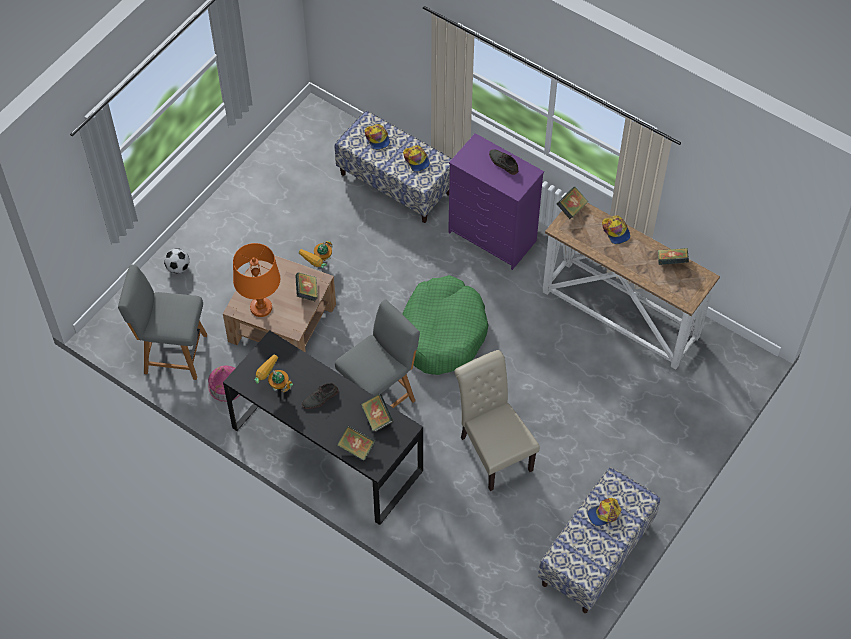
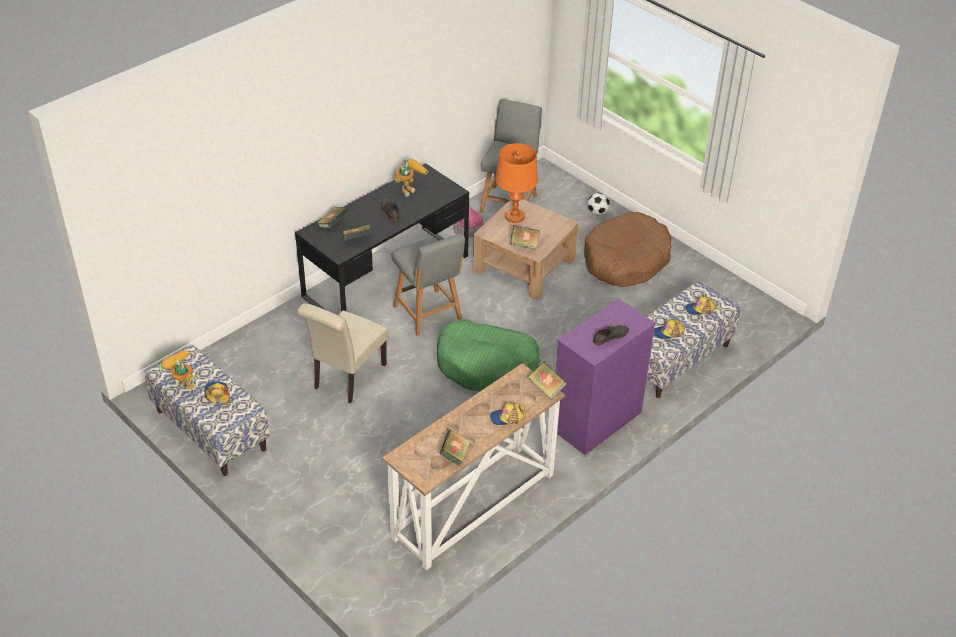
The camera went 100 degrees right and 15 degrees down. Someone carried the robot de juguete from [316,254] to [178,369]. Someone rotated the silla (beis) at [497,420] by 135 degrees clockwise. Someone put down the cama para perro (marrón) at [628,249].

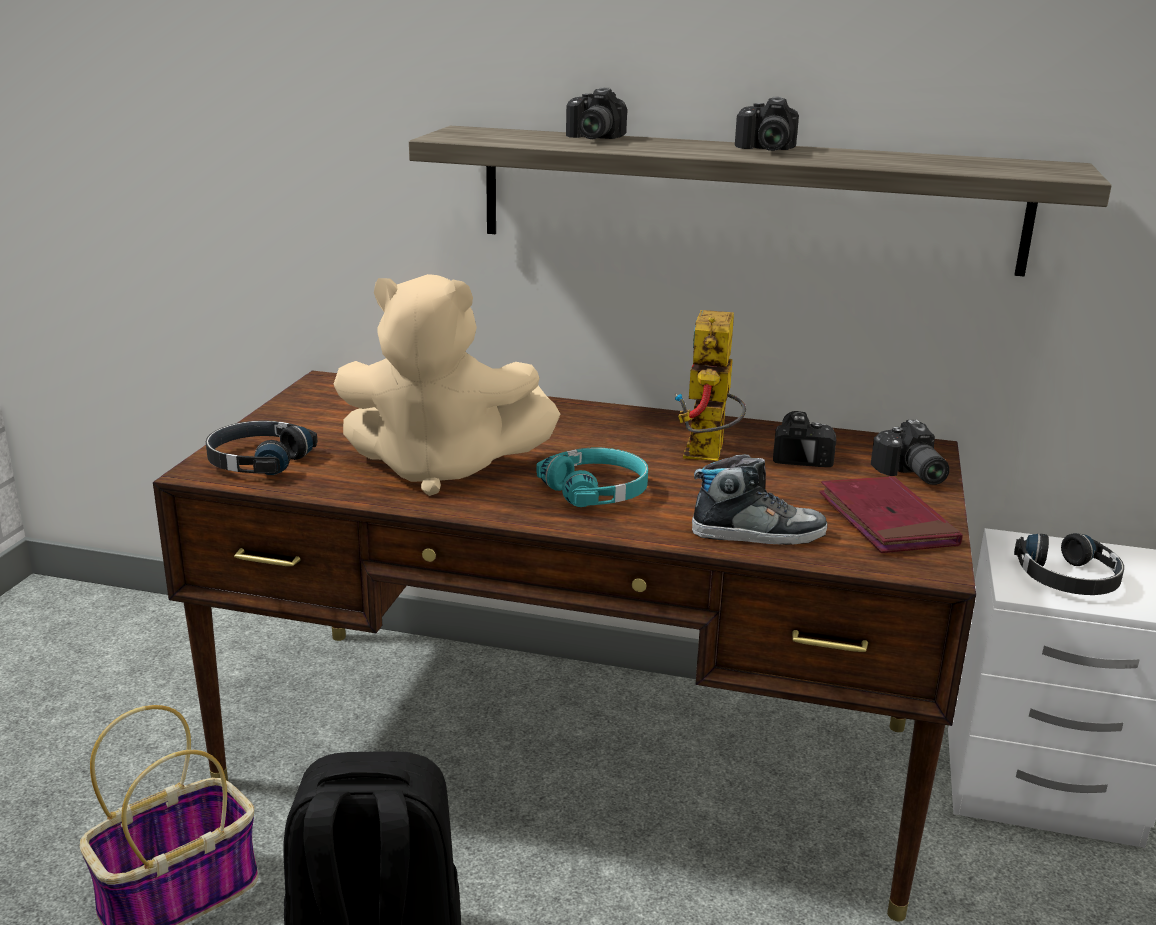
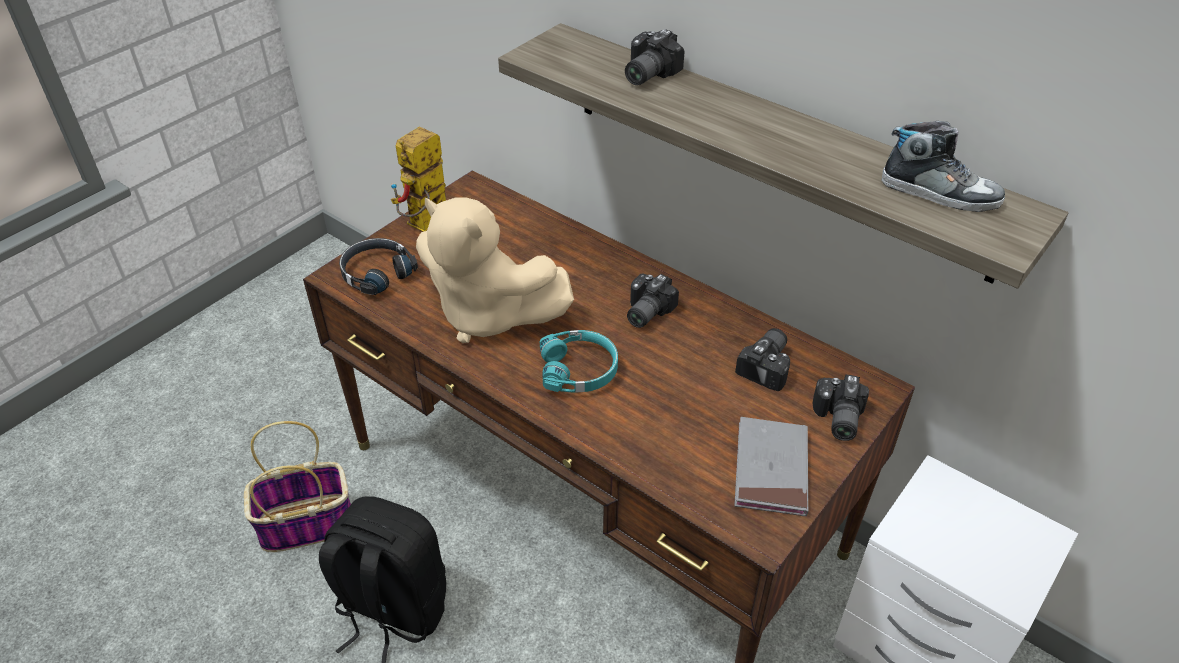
The camera went 25 degrees right and 20 degrees up. Someone carried the robot de juguete from [710,385] to [418,179]. Someone carried the cámara from [767,124] to [653,300]. Someone repainted the libro (rojo) at [891,514], which became the libro (gris) at [771,466]. Someone carried the zapato from [759,499] to [943,166]. Someone took away the auriculares (negro) at [1069,564].

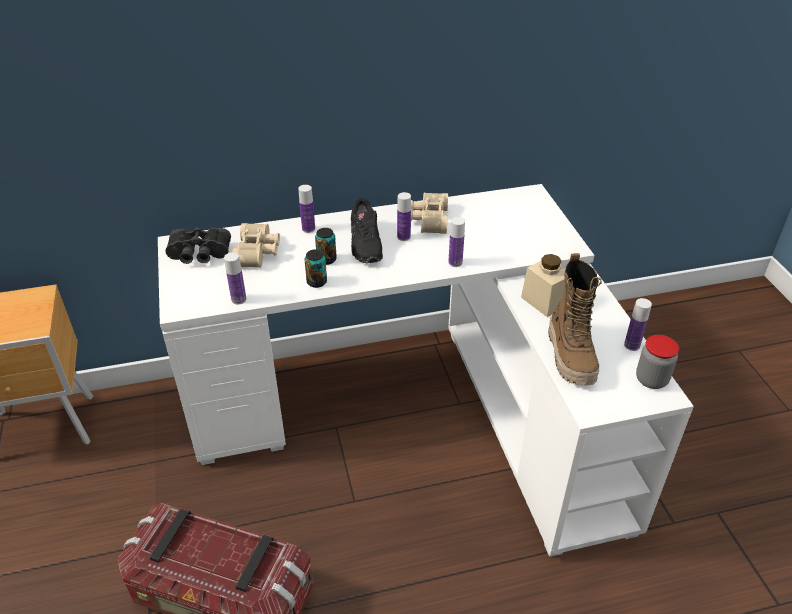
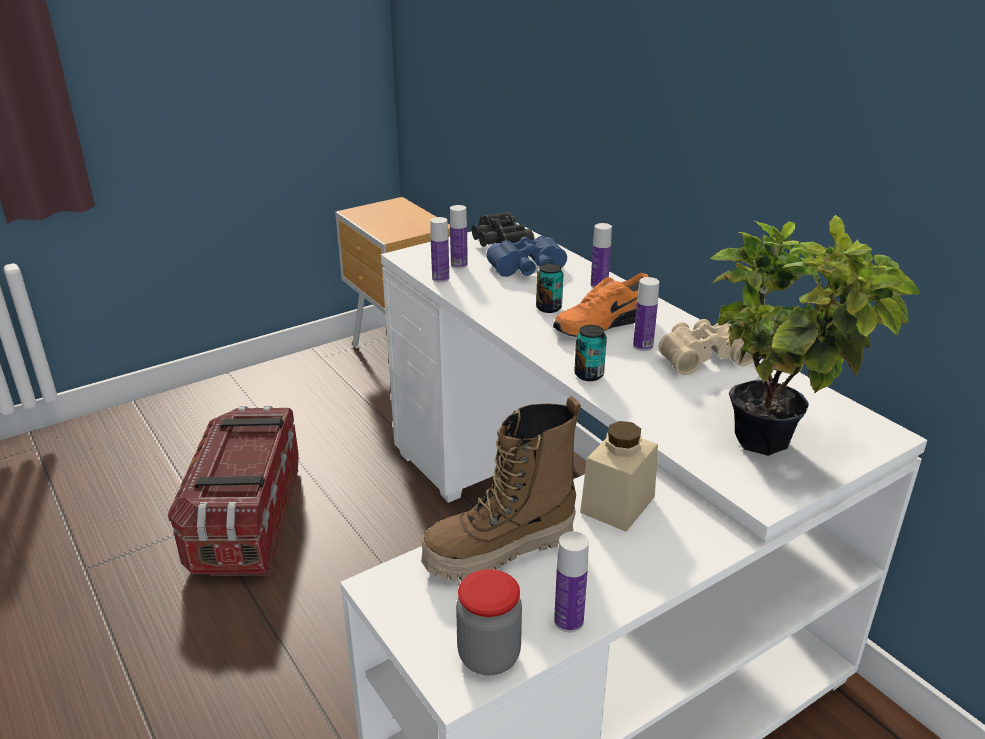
The camera went 70 degrees right and 10 degrees down. Someone carried the botella from [456,242] to [459,237]. Someone repainted the prismáticos (beis) at [256,245], which became the prismáticos (azul) at [526,256]. Someone repainted the zapato (negro) at [367,230], which became the zapato (naranja) at [600,305]. Someone carried the lata from [315,268] to [590,353]. Someone put down the planta en maceta at [814,335].

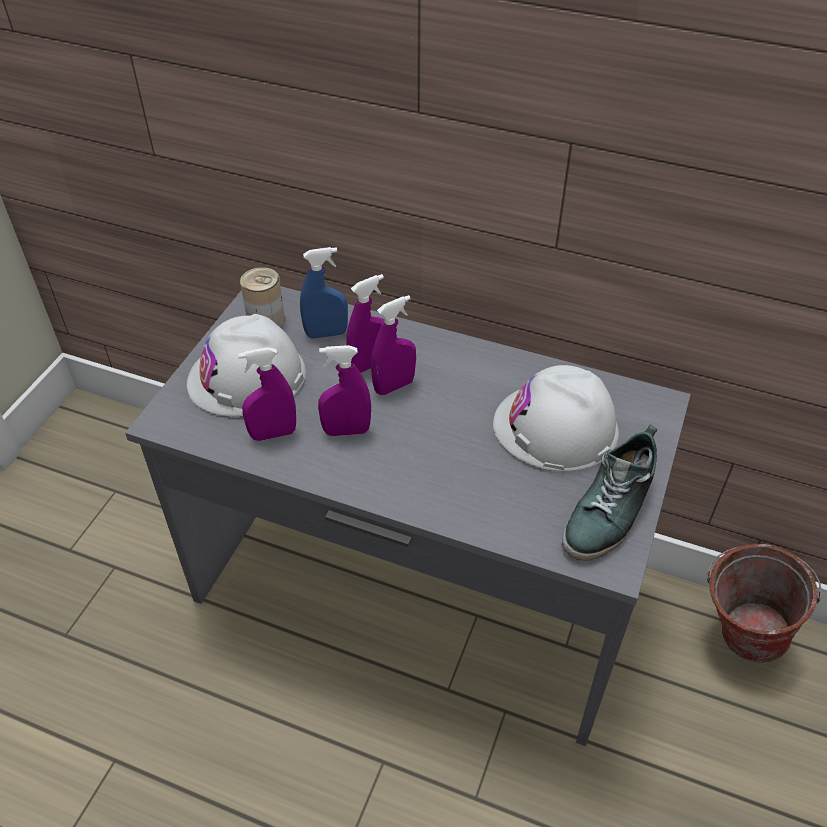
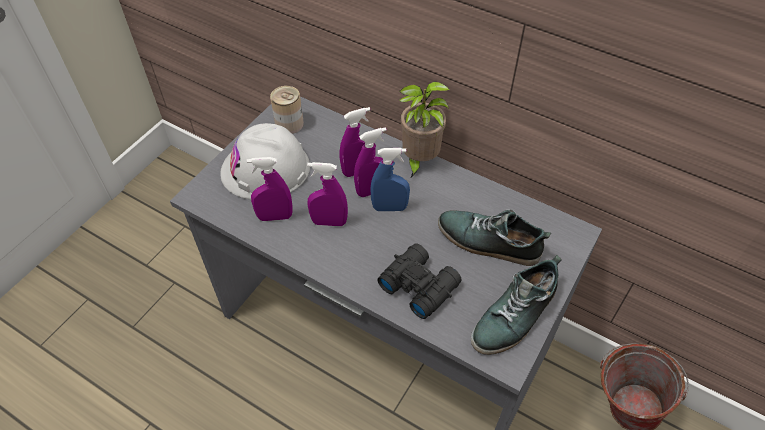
The camera went 10 degrees right and 5 degrees up. Someone carried the pulverizador (azul) from [324,292] to [390,179]. Someone put down the prismáticos (negro) at [419,281]. Someone put down the planta en maceta at [424,129]. Someone swapped the casco (blanco) at [556,418] for the zapato at [494,237].

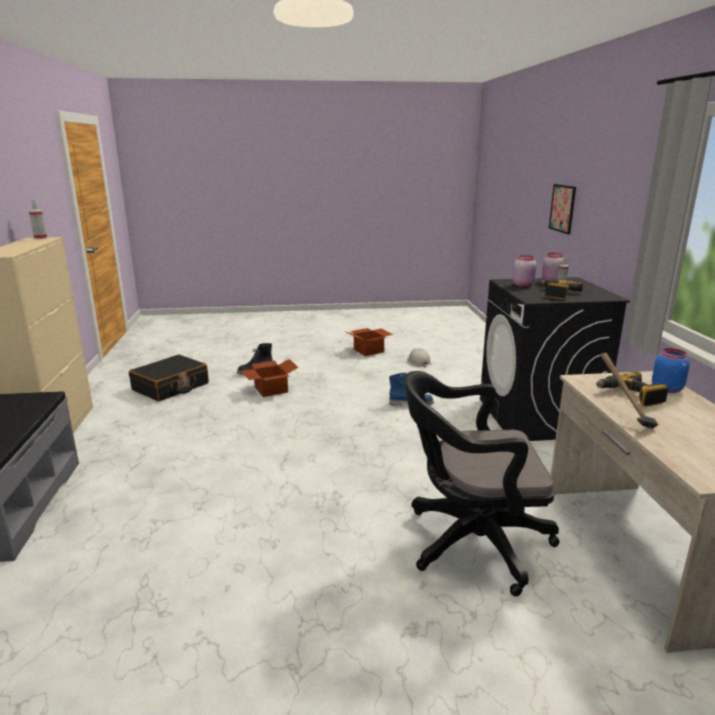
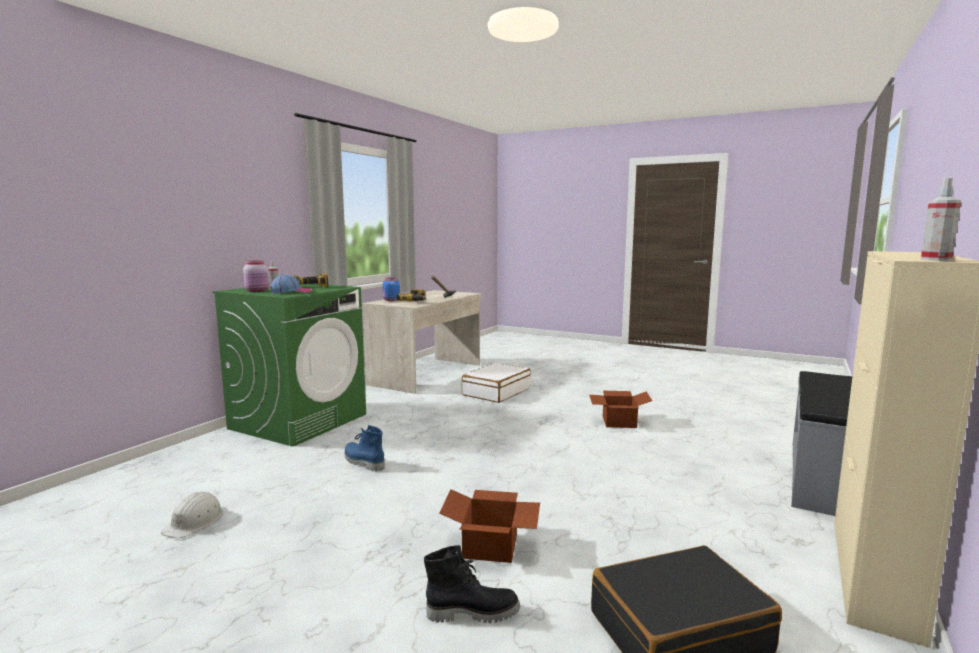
The camera went 145 degrees left and 10 degrees down. Someone repainted the lavadora (negro) at [555,359], which became the lavadora (verde) at [289,365]. Someone swapped the tarro (rosa) at [525,271] for the gorra at [291,284]. Someone swapped the silla de oficina (negro) at [481,483] for the maleta (blanco) at [496,383]. Someone carried the caja de cartón from [370,342] to [620,409]. Someone took away the cuadro at [562,209].

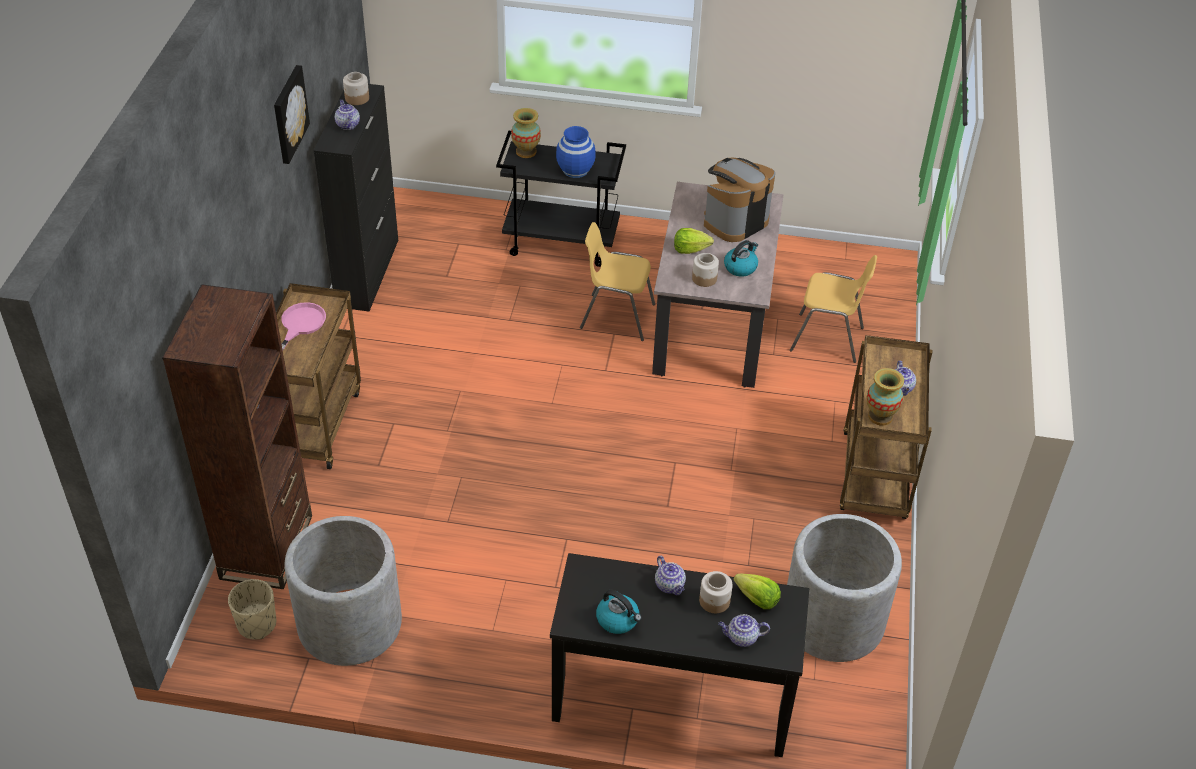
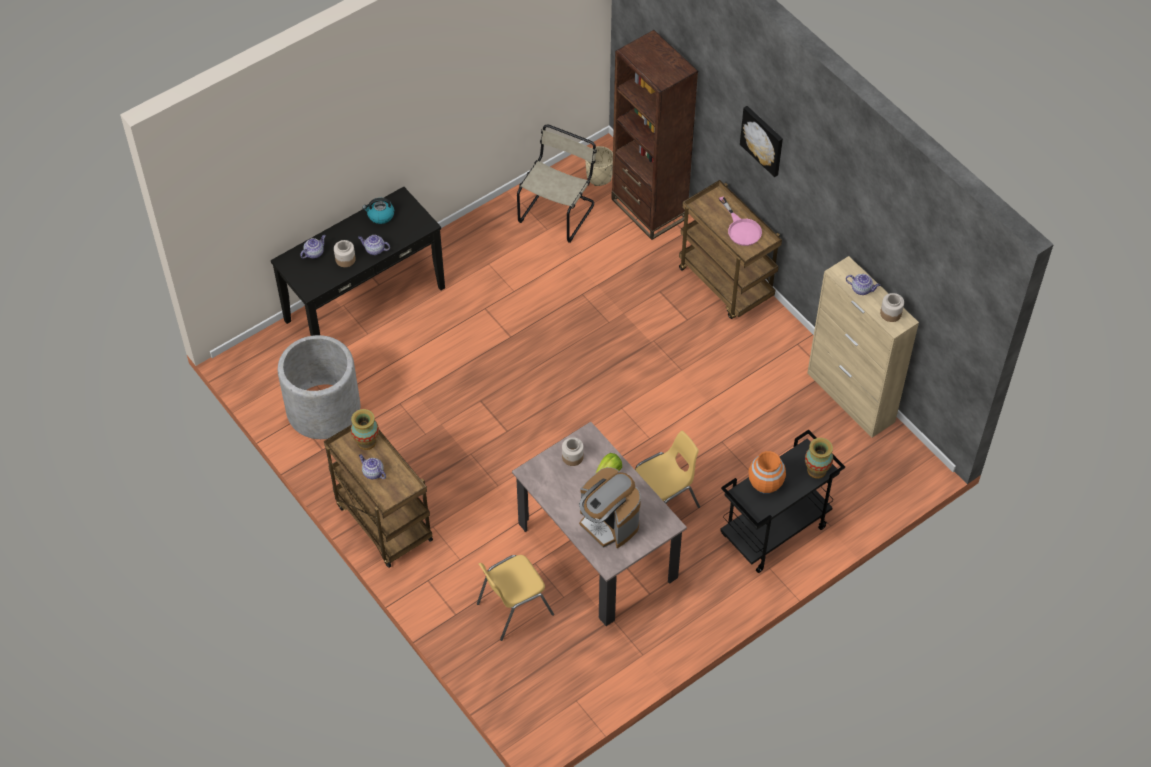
The camera went 135 degrees right and 10 degrees up. Someone swapped the maceta (gris) at [343,591] for the silla (beis) at [557,184]. Someone rotated the cafetera at [739,200] by 135 degrees clockwise. Someone carried the cuadro from [292,114] to [761,141]. Someone repainted the florero (azul) at [575,152], which became the florero (naranja) at [767,472]. Someone repainted the armario (negro) at [356,198], which became the armario (beis) at [863,347]. Someone took away the hervidor at [741,258]. Someone took away the lechuga at [757,591].

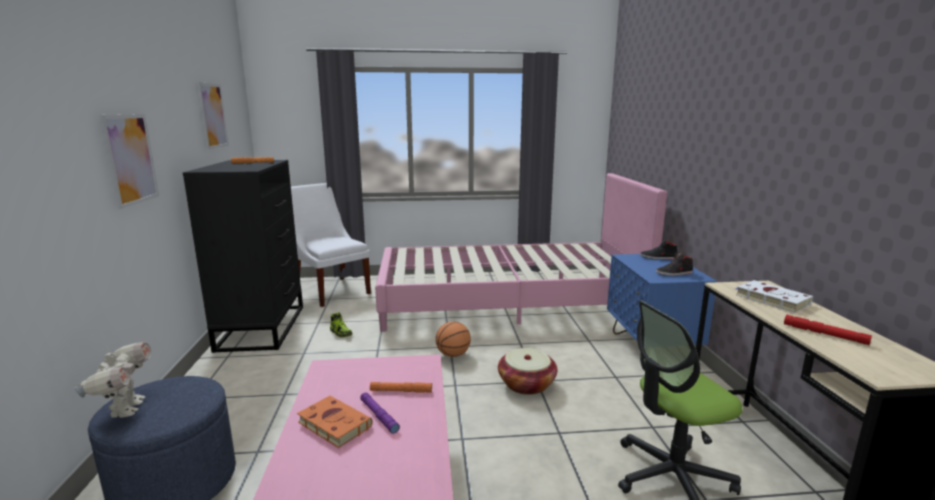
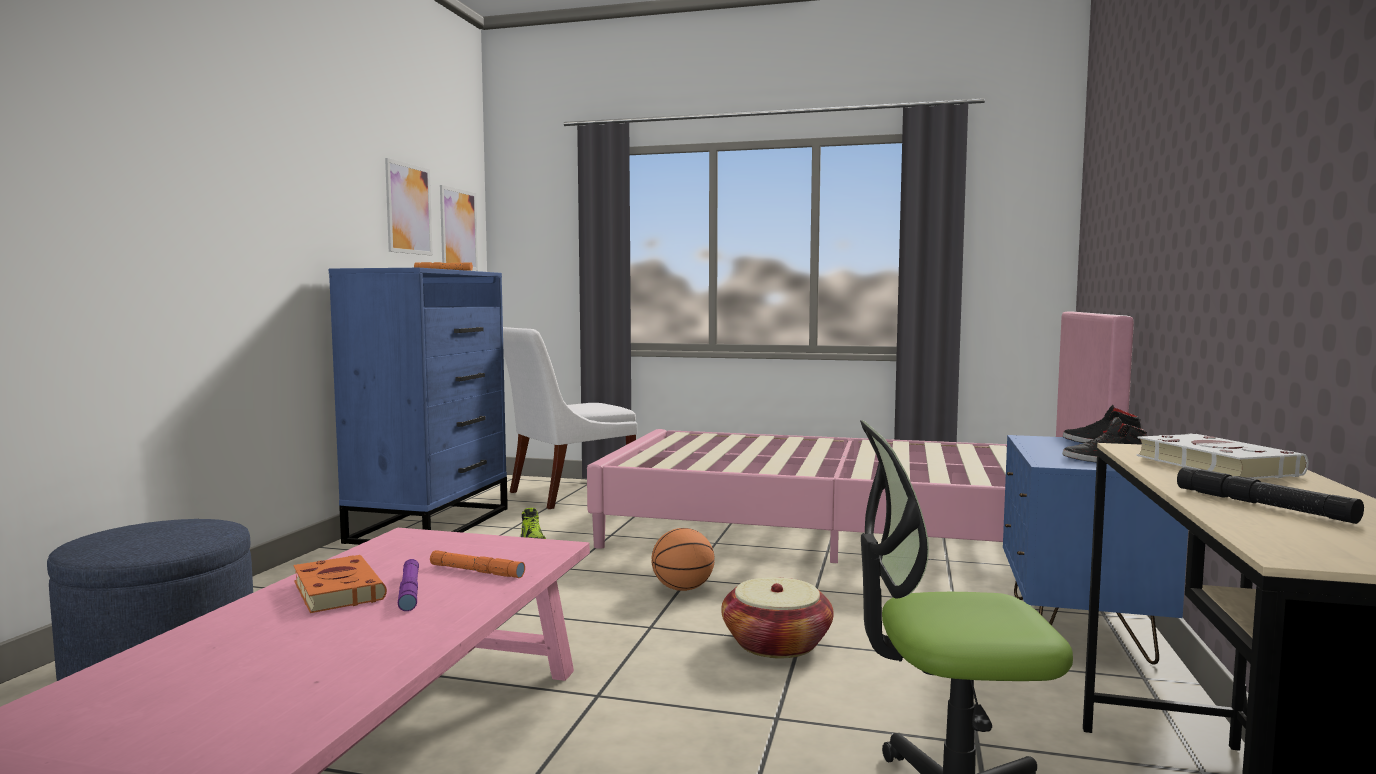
The camera went 20 degrees right and 10 degrees down. Someone repainted the cómoda (negro) at [243,256], which became the cómoda (azul) at [418,406]. Someone carried the cuadro from [129,161] to [459,228]. Someone rotated the silla (blanco) at [331,245] by 105 degrees counterclockwise. Someone repainted the linterna (rojo) at [828,330], which became the linterna (negro) at [1270,495]. Someone took away the robot de juguete at [113,380].

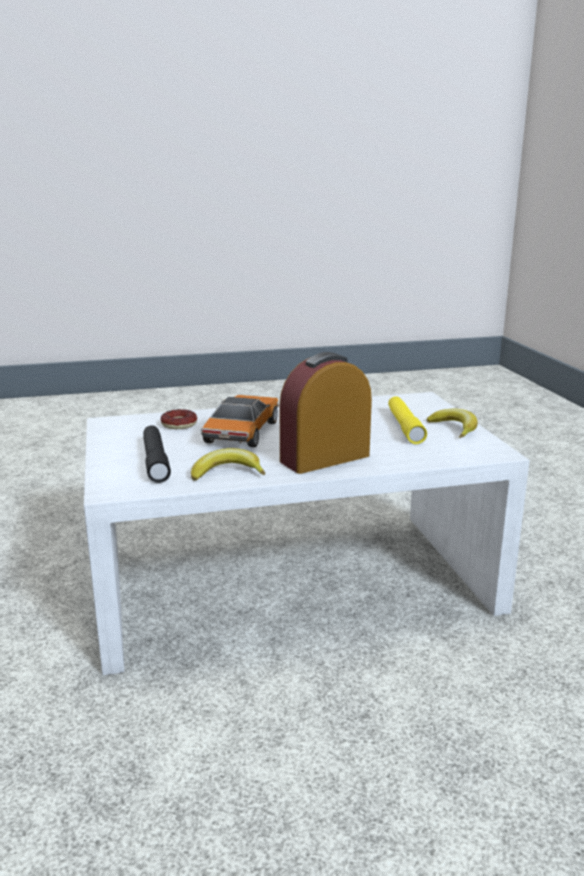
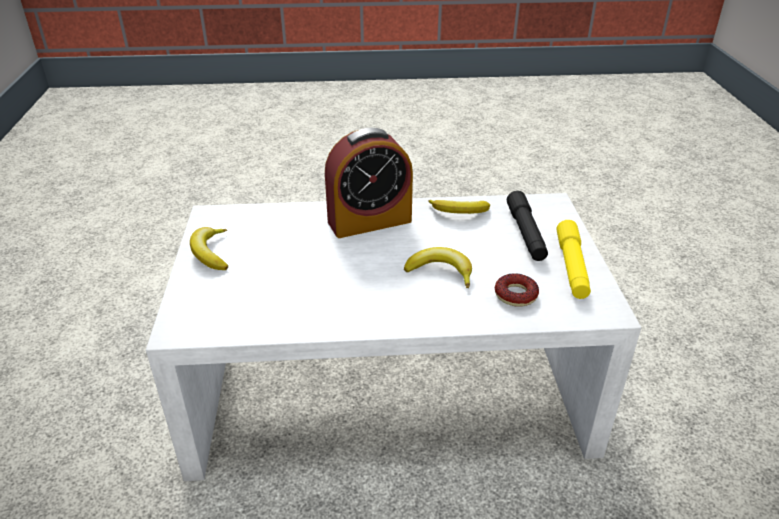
The camera went 170 degrees left and 15 degrees up. Someone swapped the coche de juguete at [239,421] for the plátano at [438,267]. Someone carried the linterna (amarillo) from [407,420] to [574,259].

